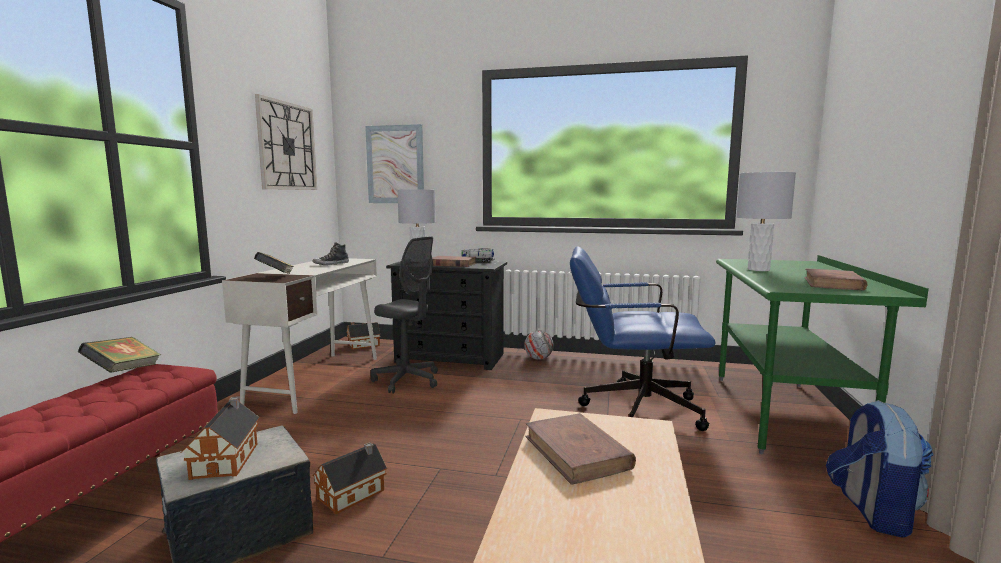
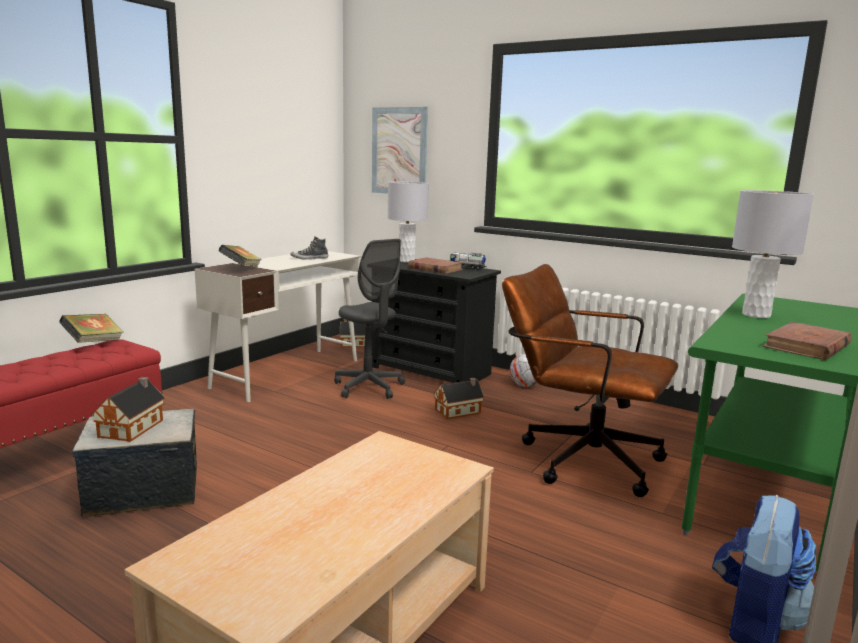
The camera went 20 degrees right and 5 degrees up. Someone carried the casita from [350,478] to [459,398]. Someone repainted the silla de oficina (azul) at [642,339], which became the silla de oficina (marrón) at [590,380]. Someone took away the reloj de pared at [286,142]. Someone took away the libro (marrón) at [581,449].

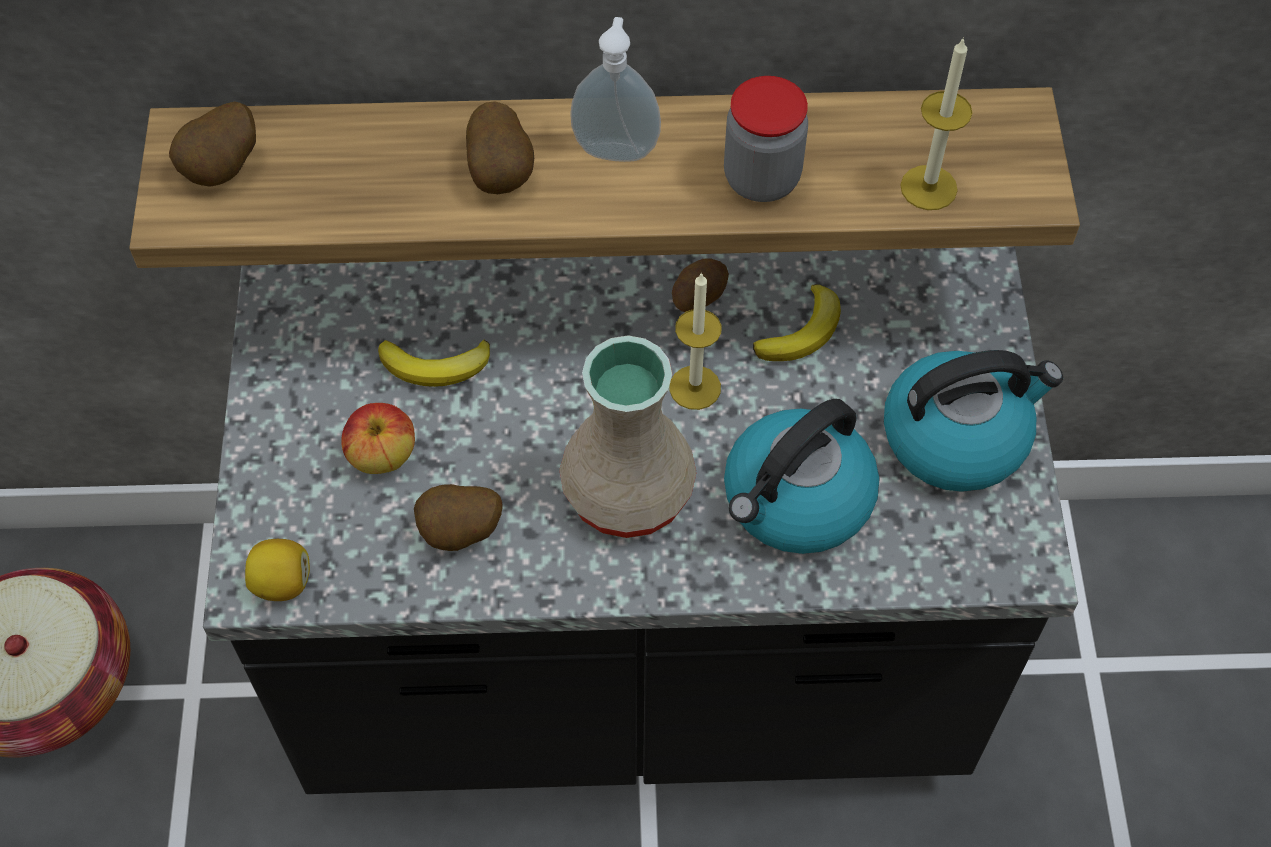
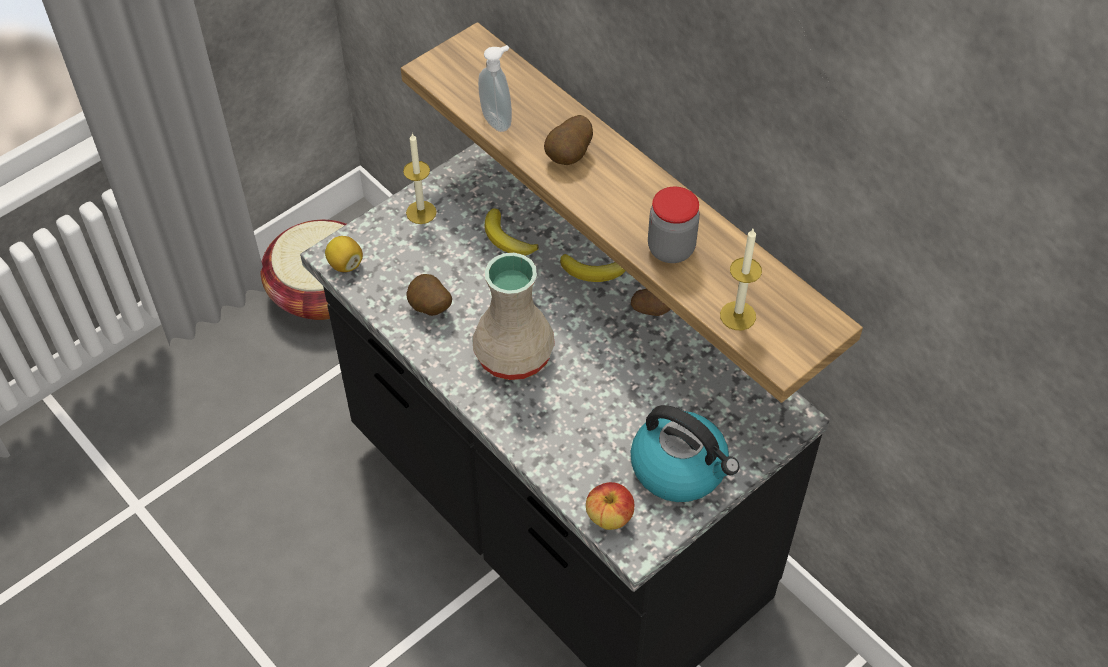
The camera went 50 degrees right and 5 degrees down. Someone carried the vela from [695,341] to [420,178]. Someone carried the dispensador de jabón from [615,89] to [495,88]. Someone carried the plátano from [797,322] to [592,268]. Someone carried the manzana from [378,438] to [610,506]. Someone took away the patata at [212,144]. Someone took away the hervidor at [801,476].

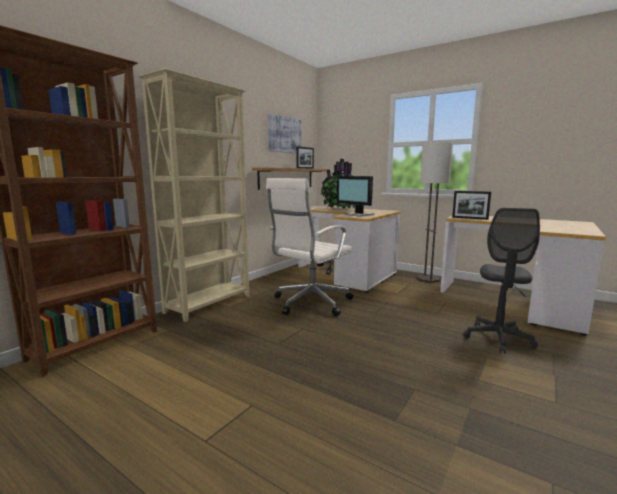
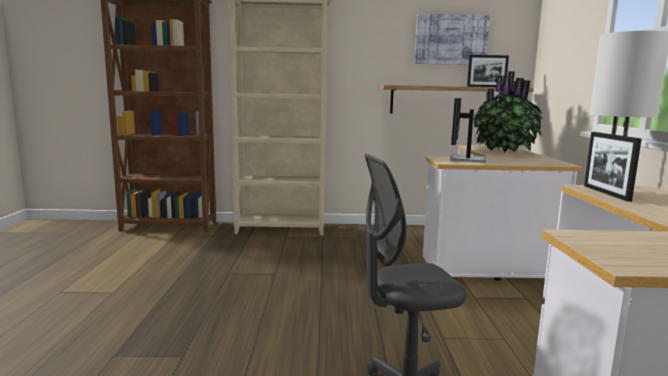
The camera went 55 degrees right and 0 degrees up. Someone took away the silla de oficina (blanco) at [309,247].

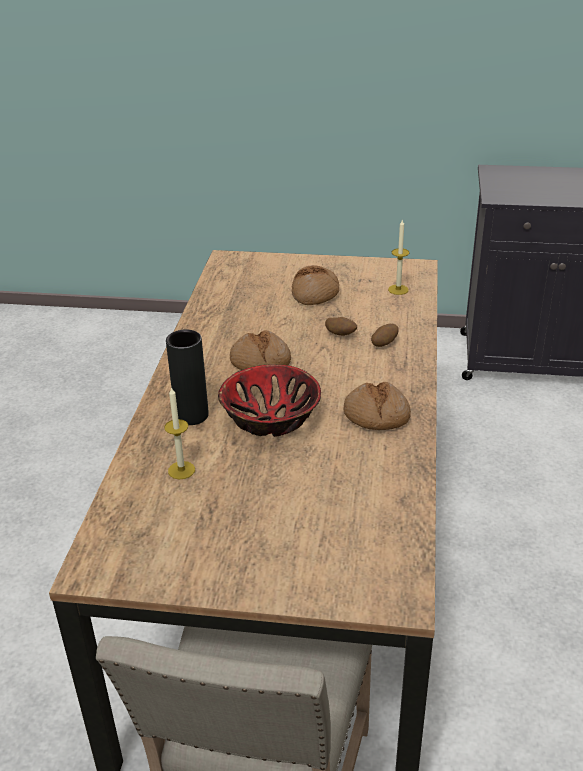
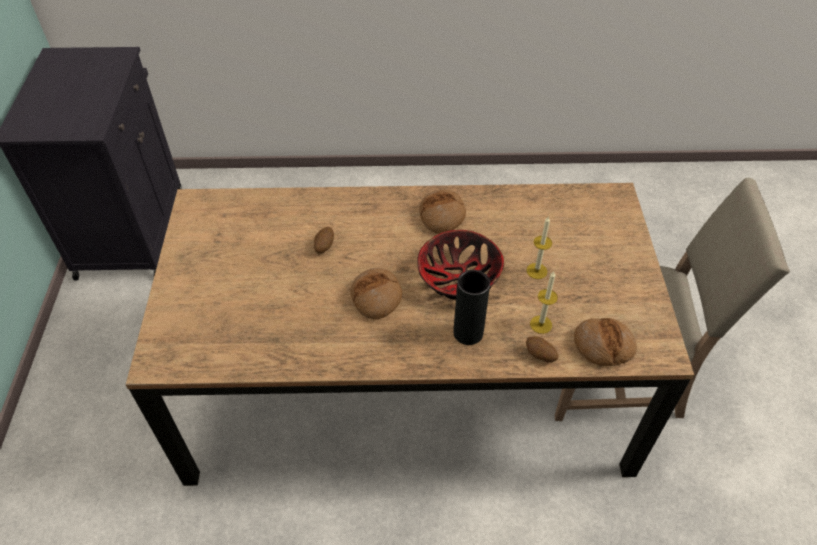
The camera went 100 degrees left and 15 degrees up. Someone carried the vela from [398,257] to [539,247]. Someone carried the patata from [385,335] to [542,349]. Someone carried the pan from [315,285] to [605,342].

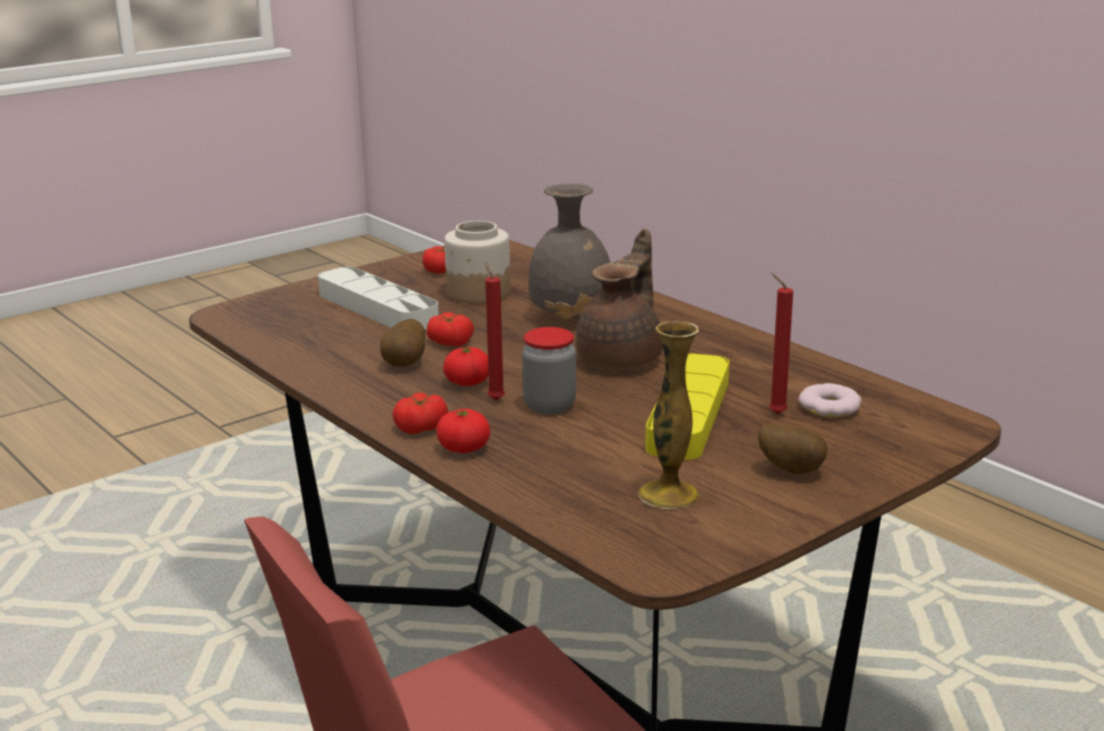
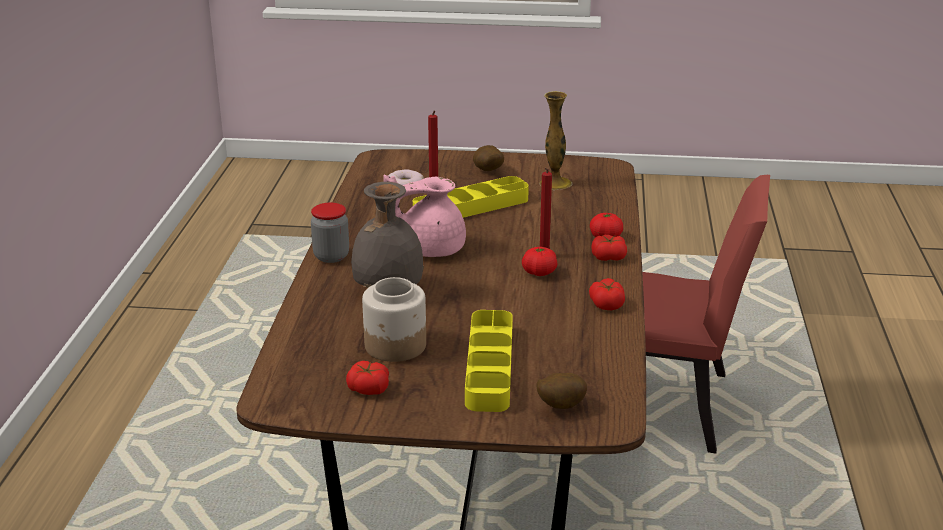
The camera went 135 degrees left and 5 degrees up. Someone carried the tarro from [549,370] to [330,233]. Someone repainted the tetera (marrón) at [619,299], which became the tetera (rosa) at [424,216]. Someone repainted the bandeja (blanco) at [378,298], which became the bandeja (amarillo) at [489,361]. Someone carried the patata from [402,343] to [561,391]. Someone carried the tomate from [450,329] to [607,294].

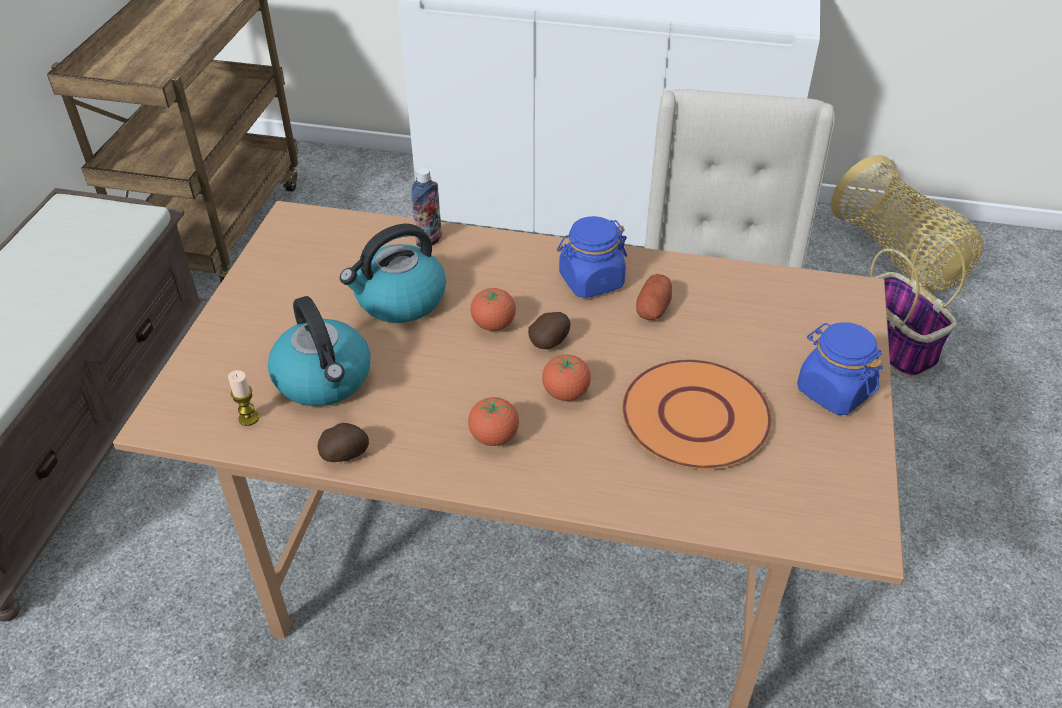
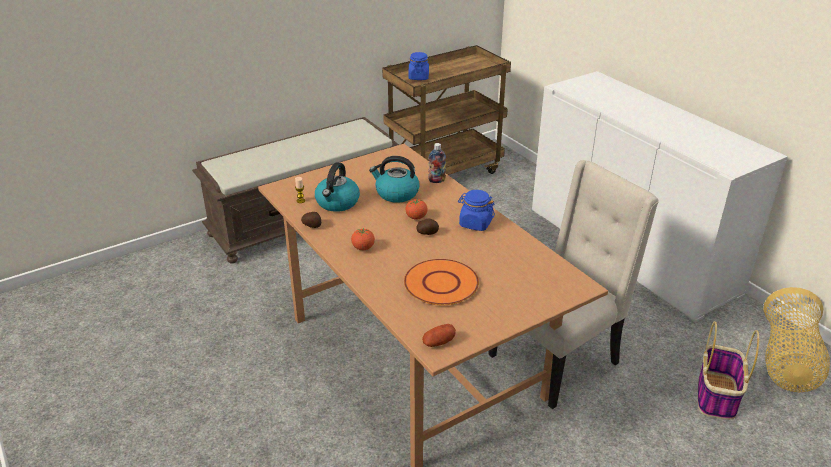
The camera went 45 degrees right and 10 degrees down. Someone carried the tarro (azul) from [840,368] to [419,66]. Someone carried the patata from [654,297] to [439,335]. Someone took away the tomate at [566,377].

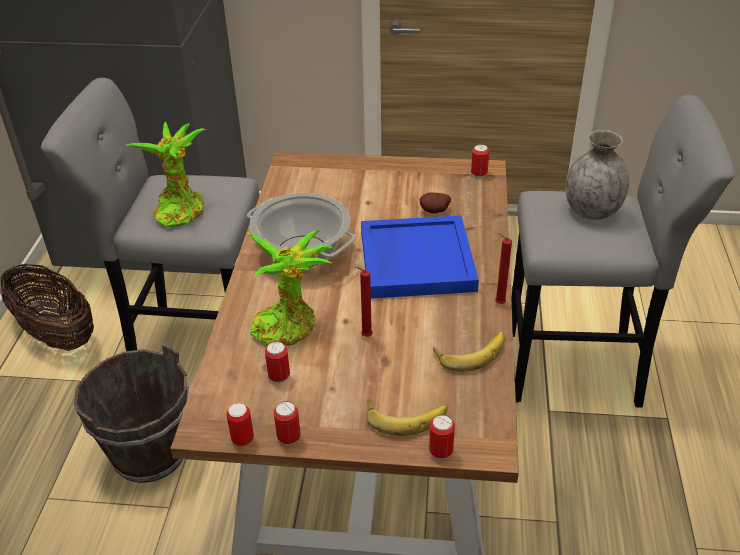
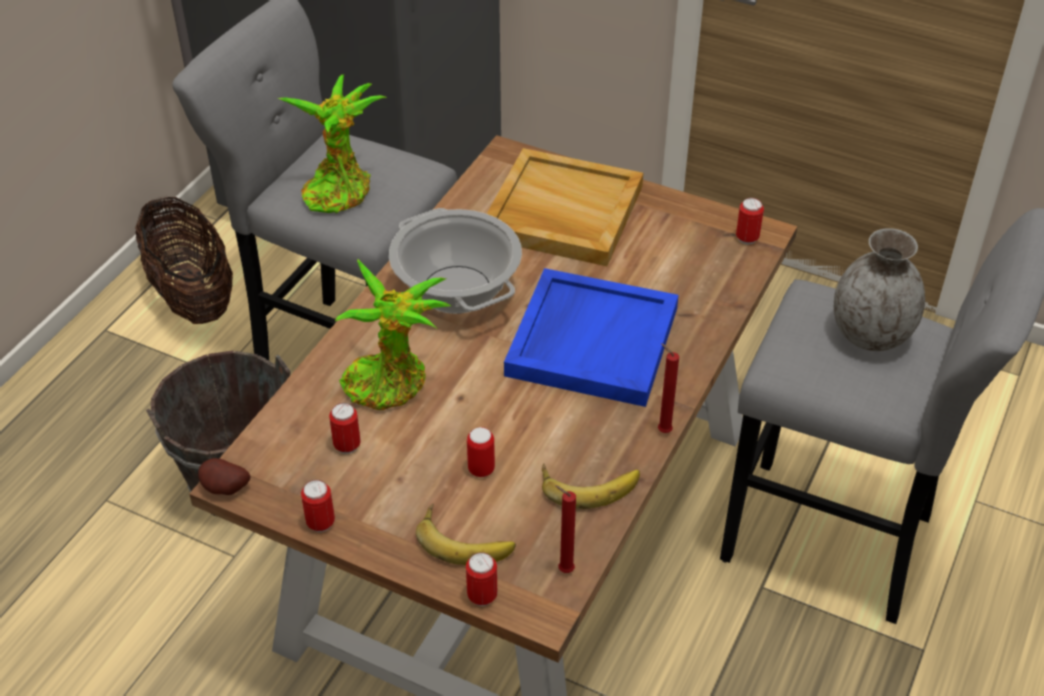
The camera went 20 degrees right and 5 degrees up. Someone carried the patata from [435,203] to [224,476]. Someone carried the lata from [240,424] to [481,452]. Someone put down the bandeja (beis) at [565,207]. Someone carried the vela (rojo) from [364,301] to [565,529].

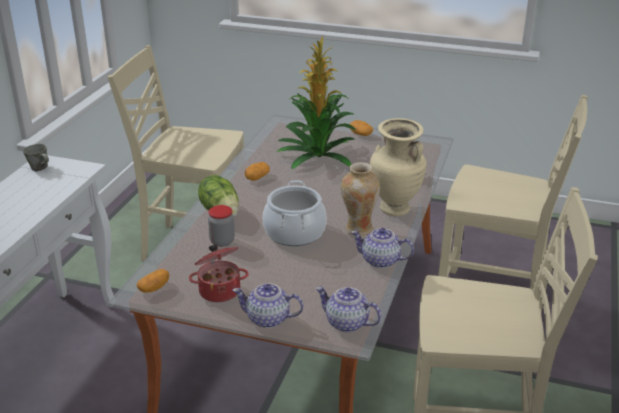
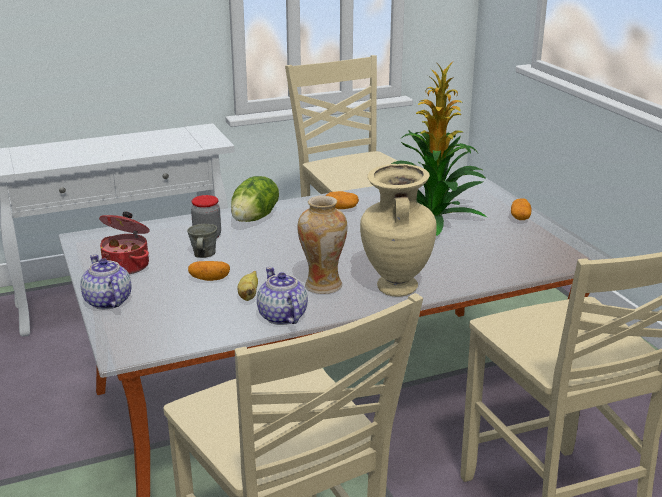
The camera went 50 degrees right and 5 degrees down. Someone carried the taza grande (gris) from [36,157] to [202,241]. Someone carried the patata from [153,281] to [209,271]. Someone put down the plátano at [248,286]. Someone took away the olla at [295,213]. Someone took away the tetera at [349,309].

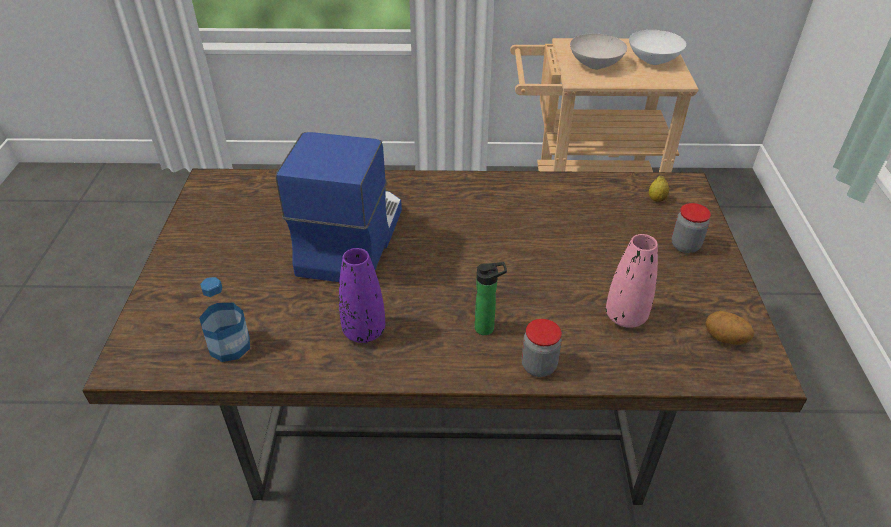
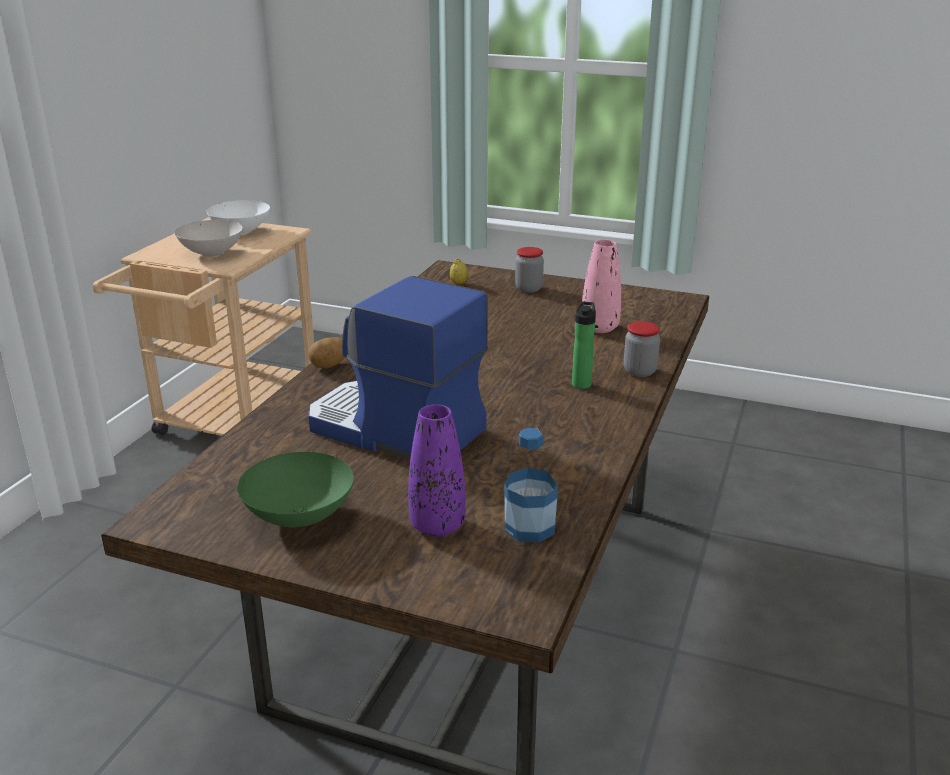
The camera went 70 degrees left and 15 degrees down. Someone put down the cuenco (verde) at [295,489]. Someone carried the patata from [729,328] to [327,352]. Someone carried the florero (morado) from [362,295] to [437,470].

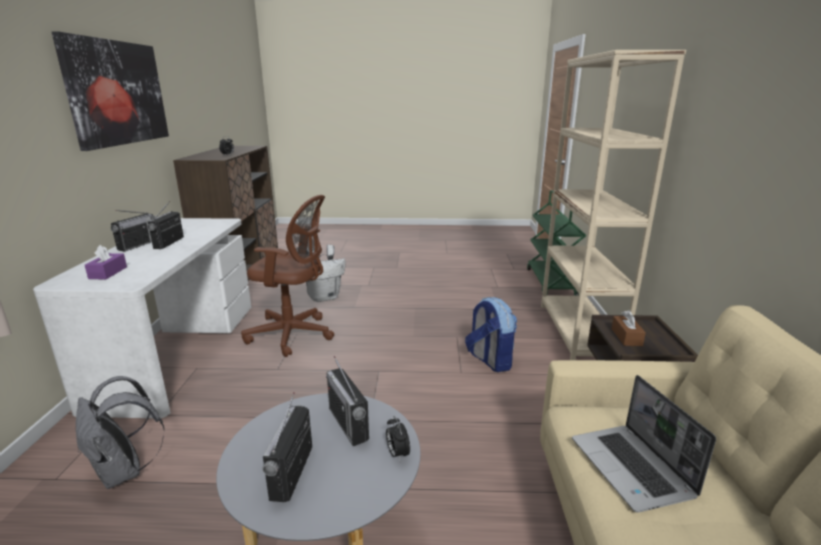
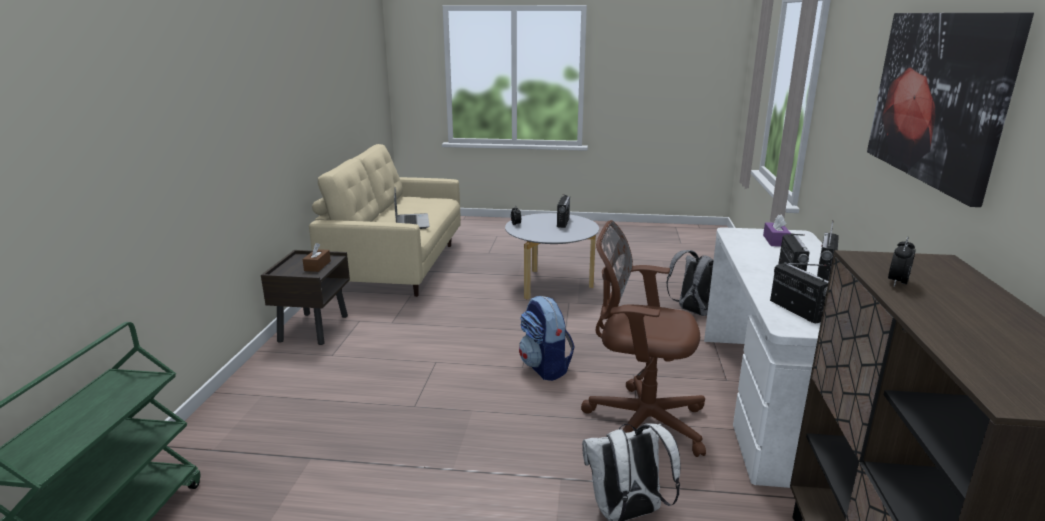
The camera went 175 degrees left and 0 degrees up. Someone carried the mochila from [491,334] to [547,338]. Someone carried the radio from [347,401] to [799,292]. Someone took away the estantería (beis) at [613,205].

